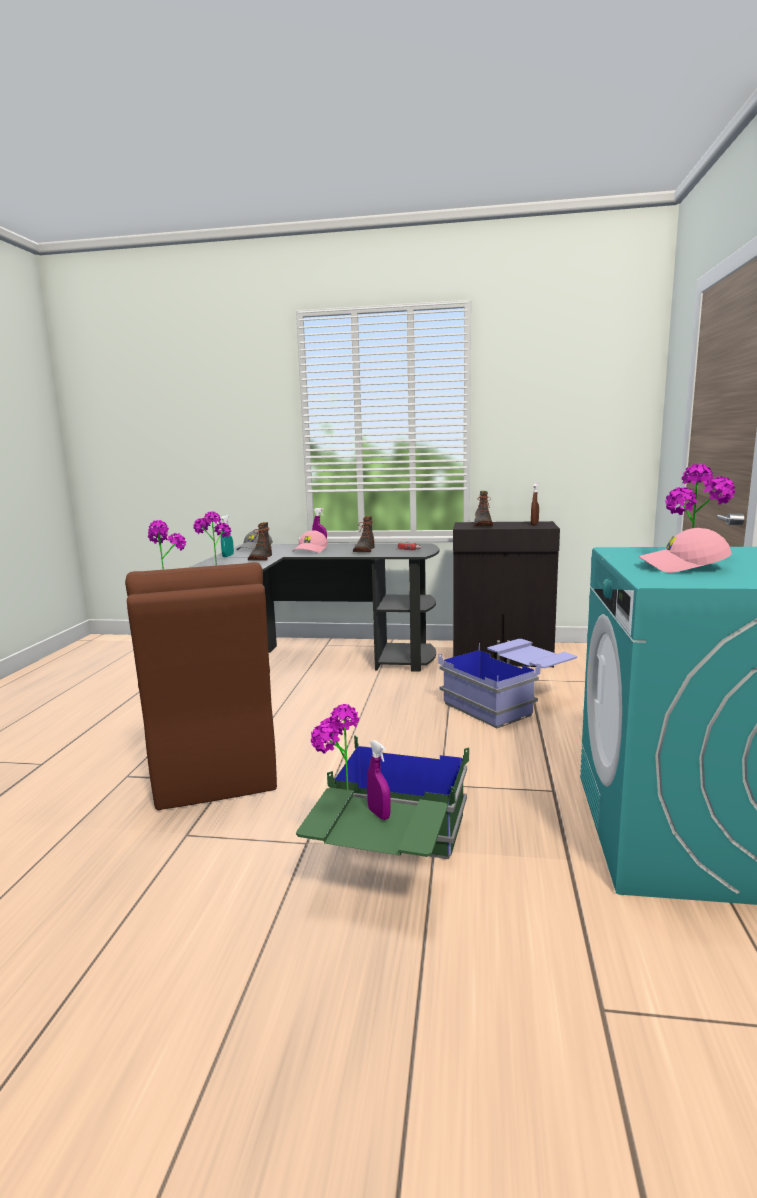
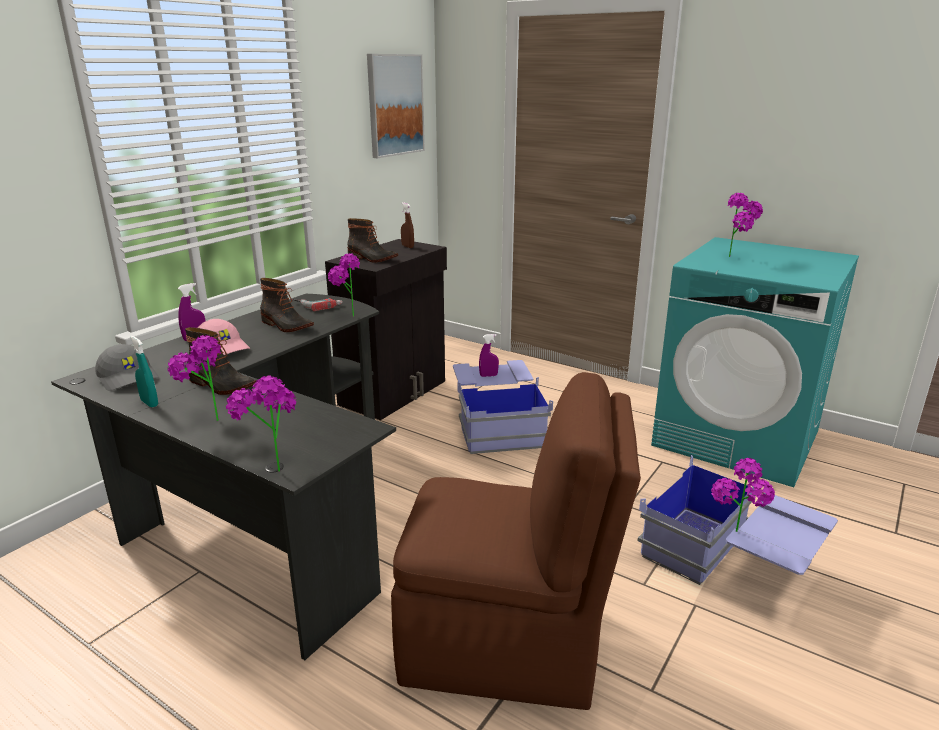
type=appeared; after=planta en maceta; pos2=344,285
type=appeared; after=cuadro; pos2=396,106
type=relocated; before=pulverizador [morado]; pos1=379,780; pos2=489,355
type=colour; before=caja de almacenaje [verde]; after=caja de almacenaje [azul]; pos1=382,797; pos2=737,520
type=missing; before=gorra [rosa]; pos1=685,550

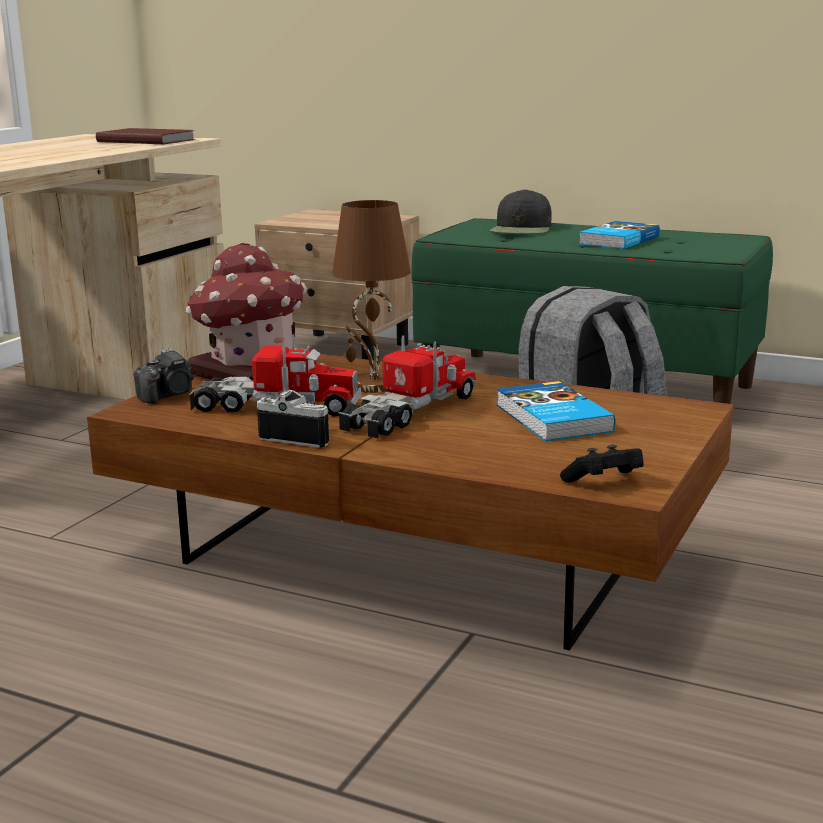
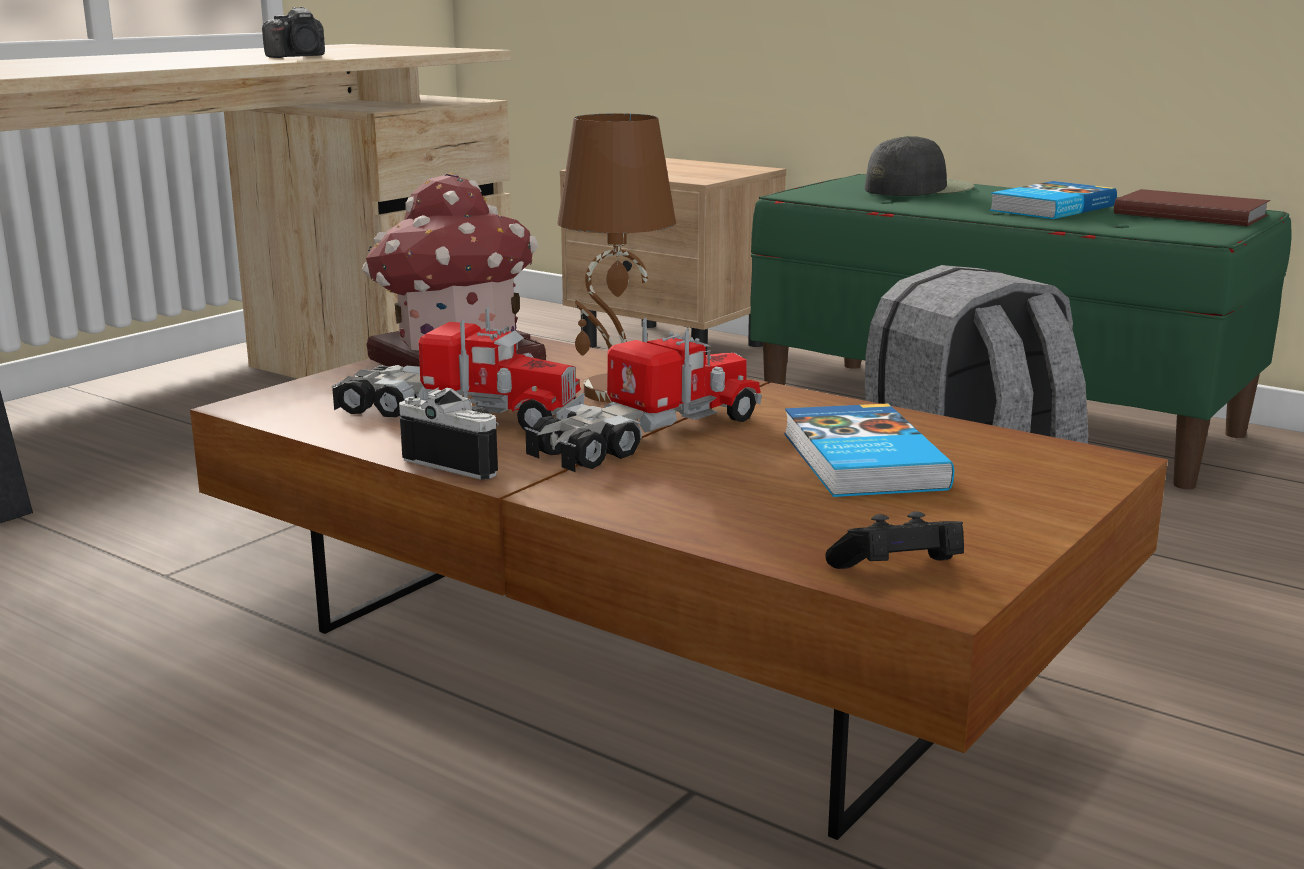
type=relocated; before=cámara; pos1=164,376; pos2=293,32
type=spun; before=gorra [negro]; pos1=521,211; pos2=919,166; turn=-150
type=relocated; before=libro [marrón]; pos1=145,136; pos2=1192,207

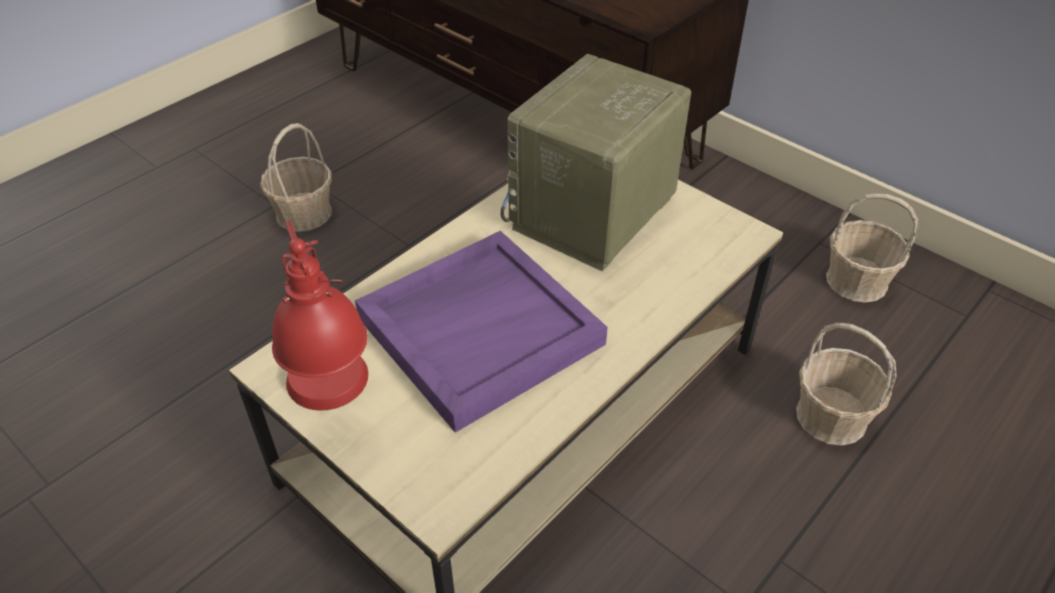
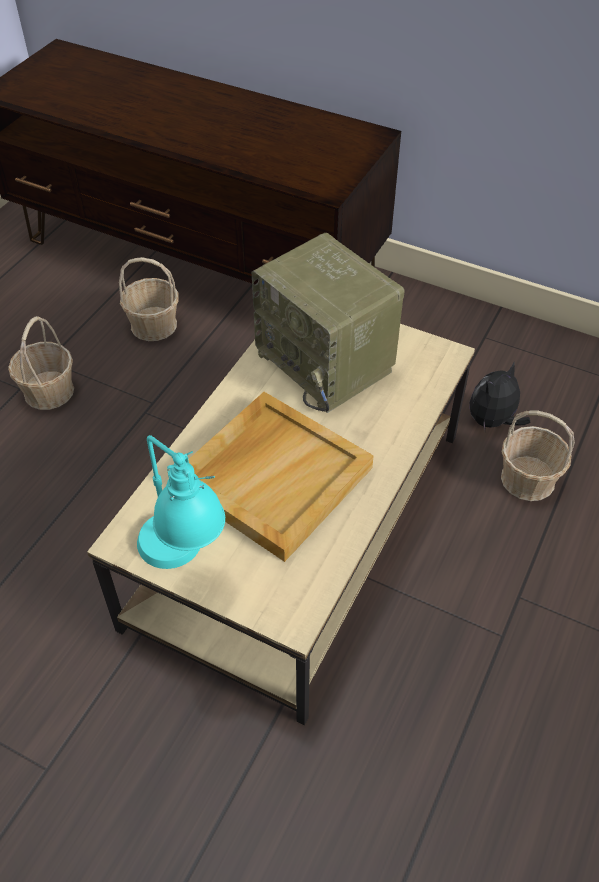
type=relocated; before=cesta; pos1=872,248; pos2=149,299
type=colour; before=lámpara de mesa [rojo]; after=lámpara de mesa [turquesa]; pos1=320,316; pos2=181,502
type=colour; before=bandeja [morado]; after=bandeja [beis]; pos1=481,332; pos2=281,477
type=spun; before=radio; pos1=596,163; pos2=328,323; turn=-60
type=appeared; after=peluche; pos2=500,396

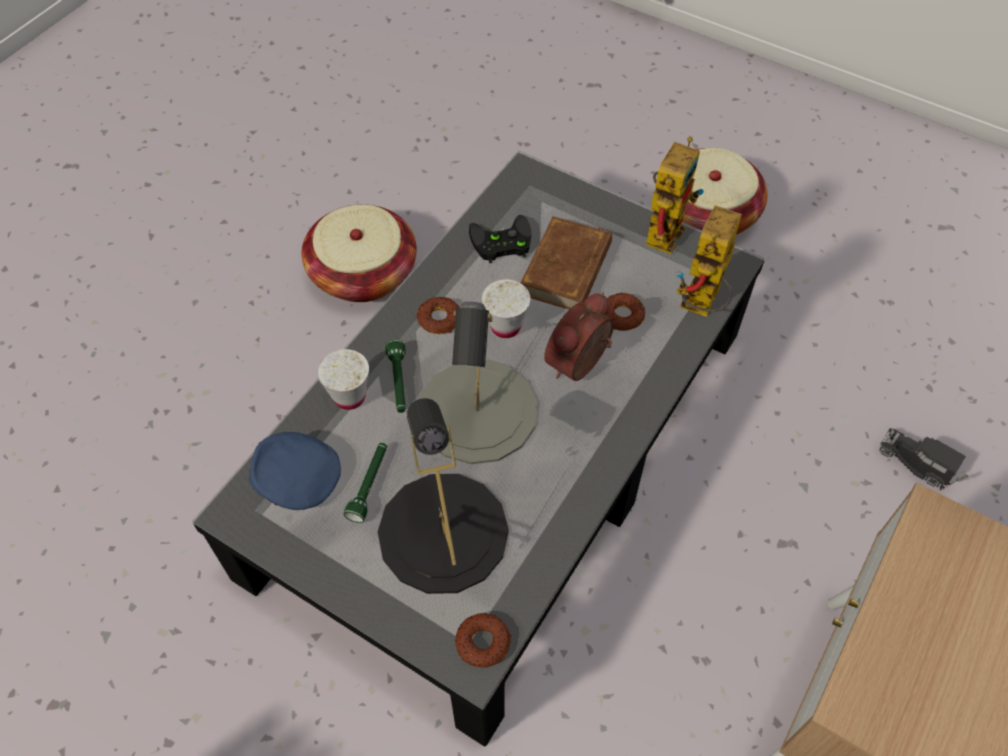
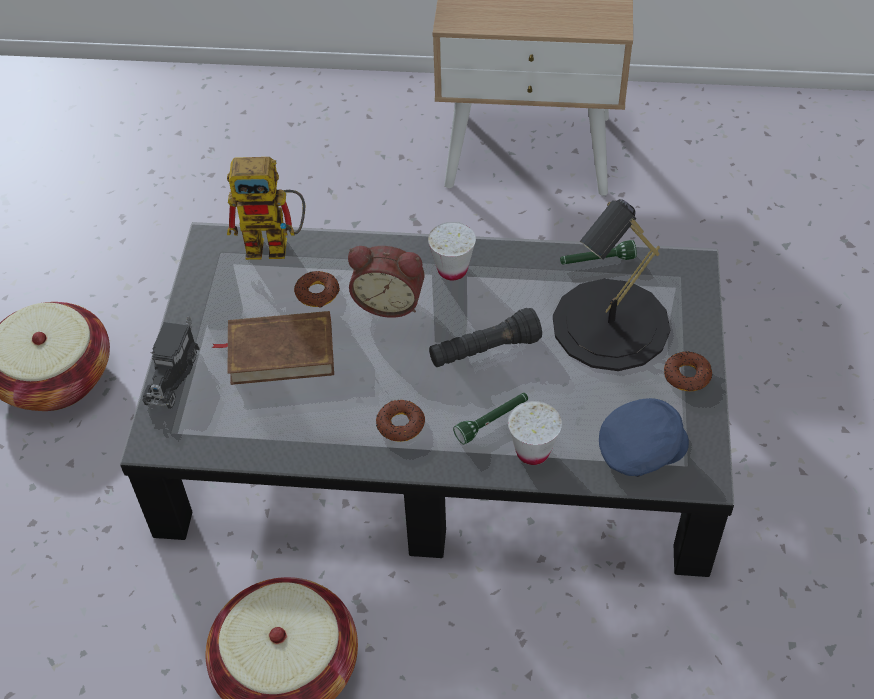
type=relocated; before=camión de juguete; pos1=923,459; pos2=171,362
type=relocated; before=taza [blanco]; pos1=505,309; pos2=452,251
type=exchanged; before=lámpara de mesa [gris]; after=linterna [negro]; pos1=478,383; pos2=485,337
type=relocated; before=linterna [verde]; pos1=365,483; pos2=598,252
type=spun; before=gorra [azul]; pos1=295,471; pos2=644,437; turn=-105
type=relocated; before=rosquilla; pos1=483,640; pos2=688,371
type=missing; before=mando de consola [negro]; pos1=500,239
type=missing; before=robot de juguete; pos1=674,195

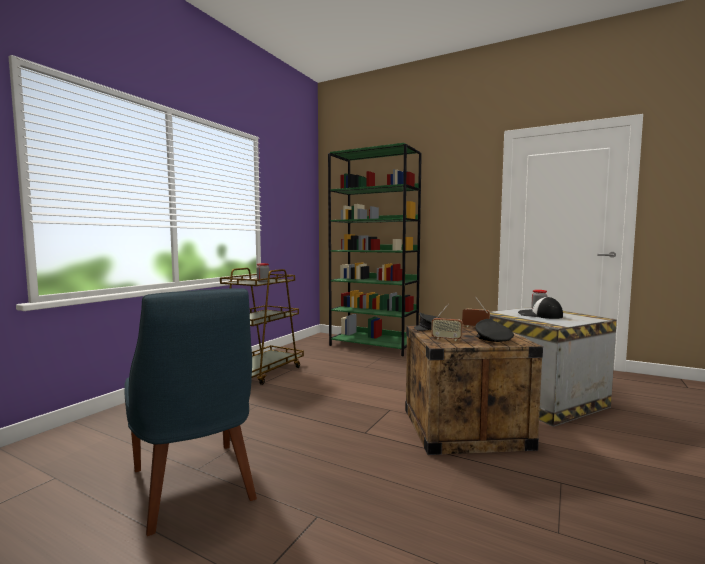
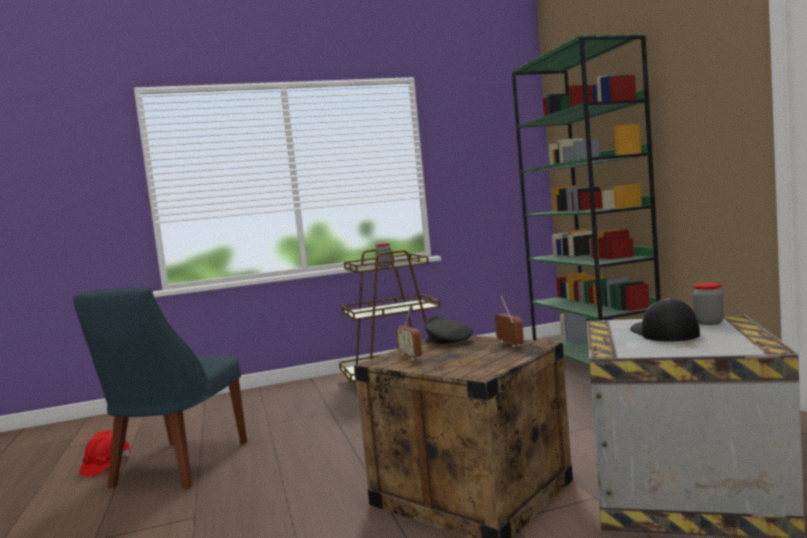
type=appeared; after=casco [rojo]; pos2=104,453
type=missing; before=gorra [negro]; pos1=495,330

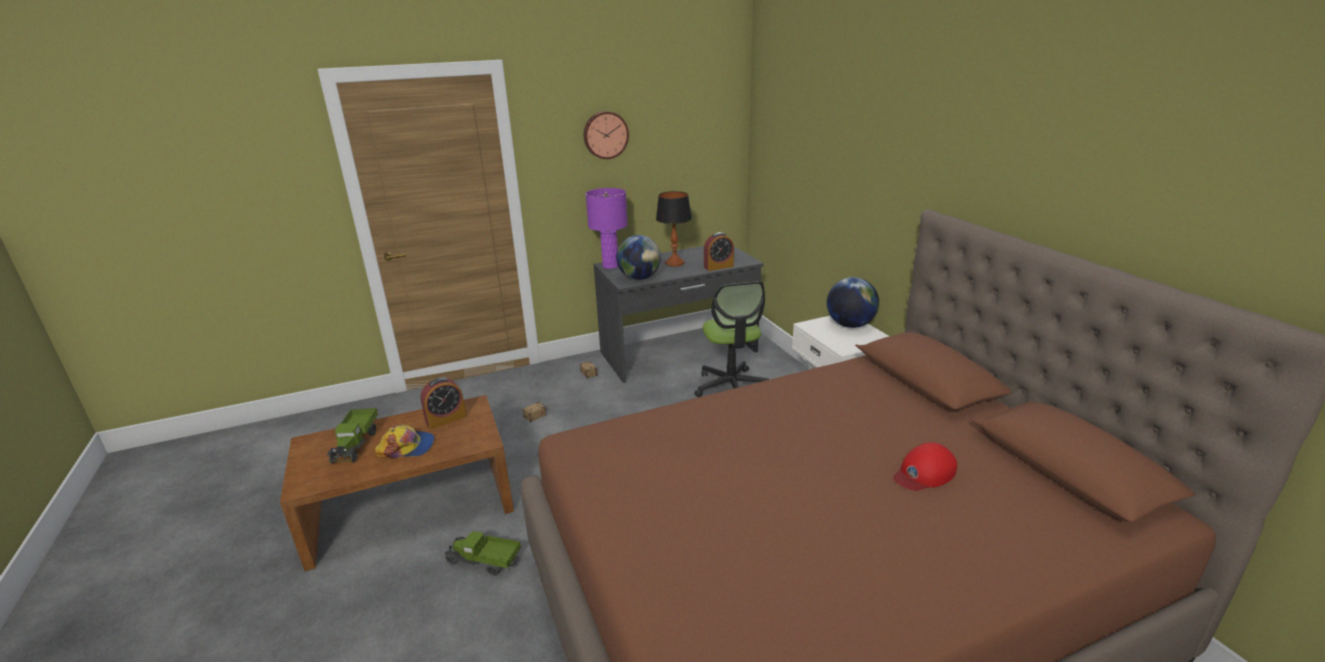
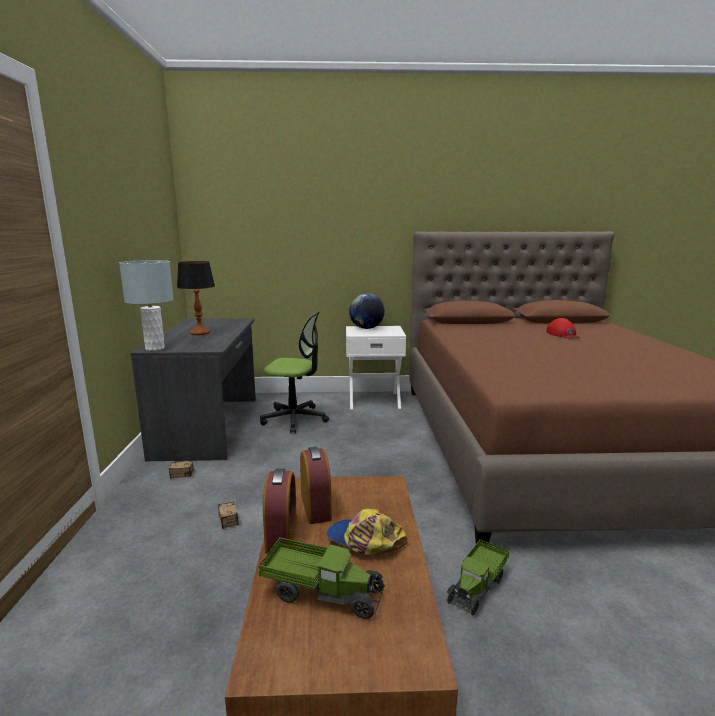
type=colour; before=lámpara de mesa [morado]; after=lámpara de mesa [gris]; pos1=607,228; pos2=146,305
type=relocated; before=despertador; pos1=719,251; pos2=280,511
type=spun; before=gorra; pos1=404,442; pos2=366,532; turn=-75
type=missing; before=reloj de pared; pos1=606,135
type=missing; before=globo terráqueo; pos1=638,257

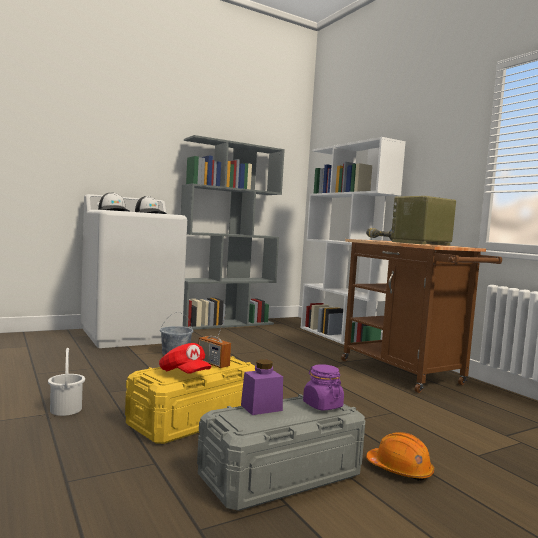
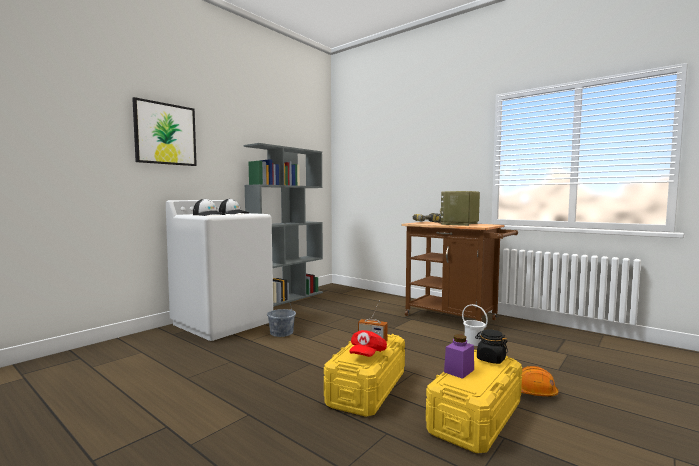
type=appeared; after=cuadro; pos2=164,131
type=spun; before=gorra [rojo]; pos1=185,358; pos2=368,343; turn=90
type=colour; before=caja de almacenaje [gris]; after=caja de almacenaje [amarillo]; pos1=281,452; pos2=474,401
type=relocated; before=cubo [blanco]; pos1=66,382; pos2=475,325
type=colour; before=tarro [morado]; after=tarro [negro]; pos1=323,387; pos2=491,346
type=missing; before=estantería [blanco]; pos1=353,241

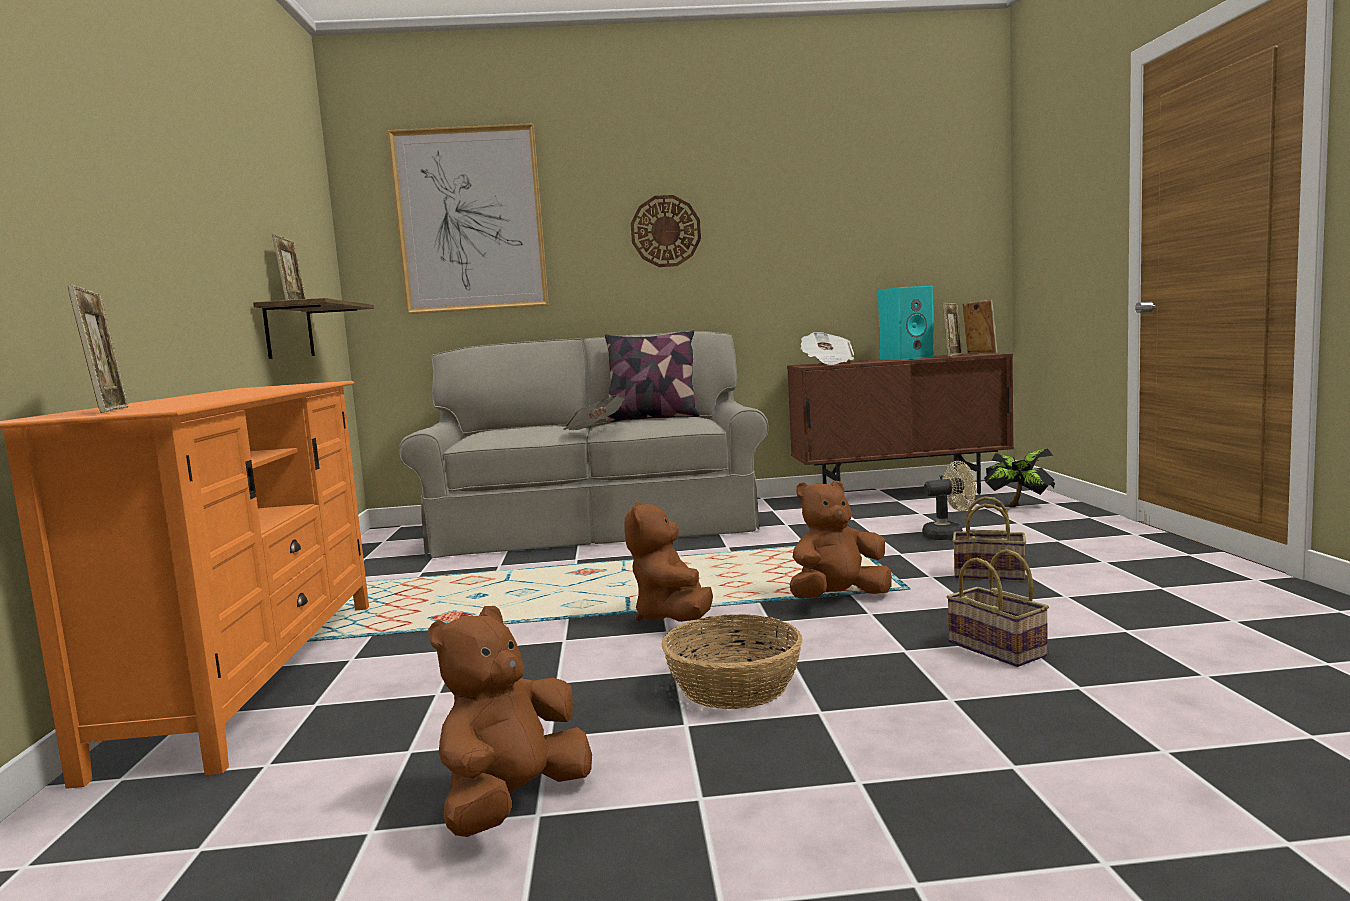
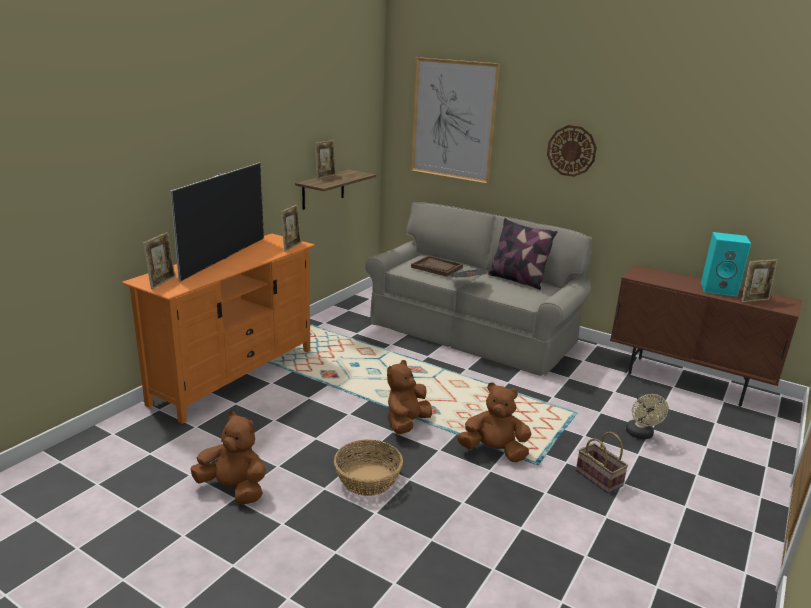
type=appeared; after=televisor; pos2=217,222
type=spun; before=peluche [marrón]; pos1=510,721; pos2=228,458; turn=45
type=relocated; before=portarretratos; pos1=979,327; pos2=290,228
type=appeared; after=bandeja [marrón]; pos2=437,266
type=spun; before=ventilador [beis]; pos1=949,500; pos2=647,416; turn=60
type=missing; before=periódico; pos1=827,348
type=missing; before=cesta; pos1=997,608
type=missing; before=planta en maceta; pos1=1019,477

